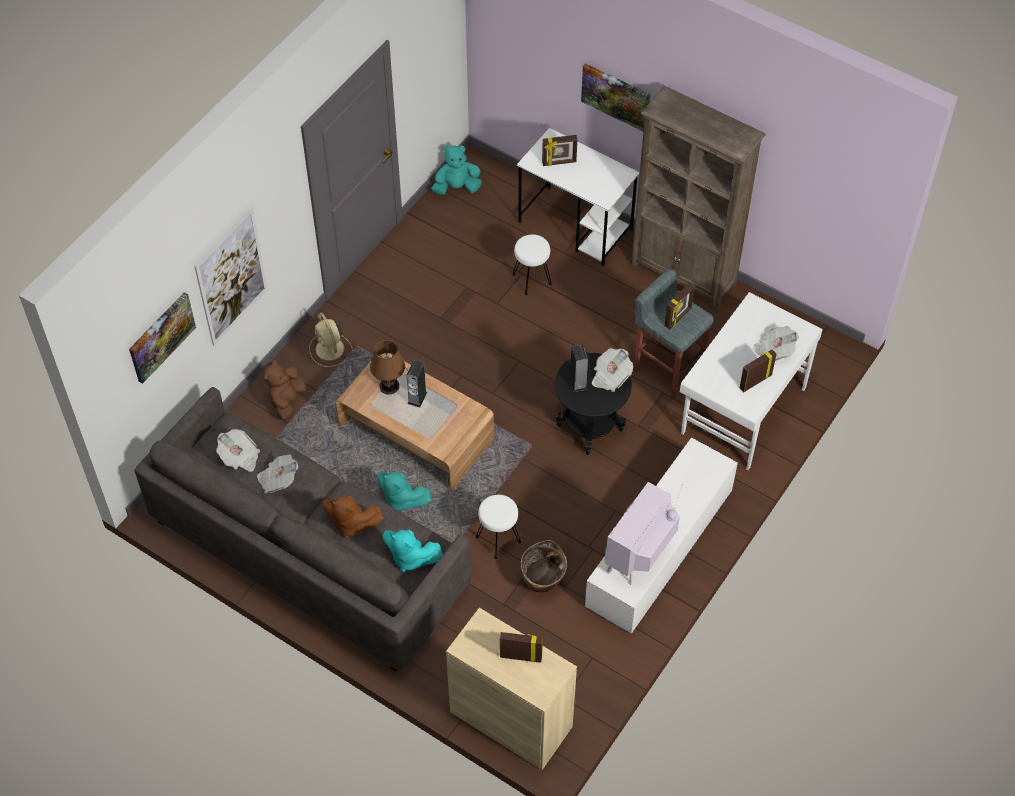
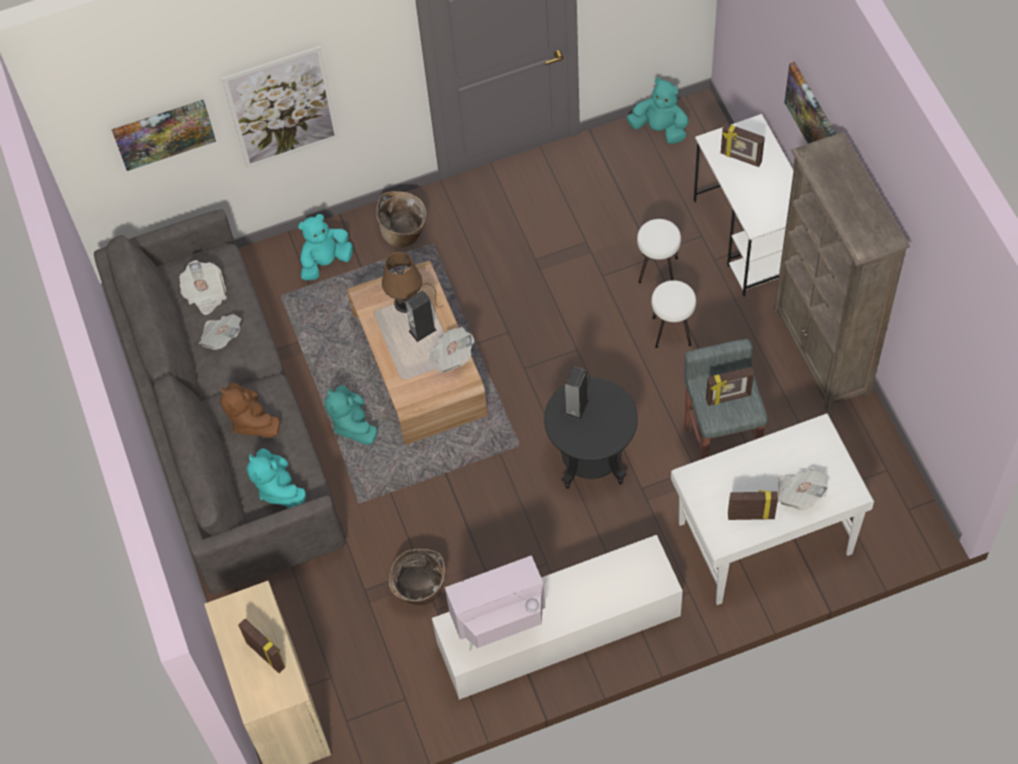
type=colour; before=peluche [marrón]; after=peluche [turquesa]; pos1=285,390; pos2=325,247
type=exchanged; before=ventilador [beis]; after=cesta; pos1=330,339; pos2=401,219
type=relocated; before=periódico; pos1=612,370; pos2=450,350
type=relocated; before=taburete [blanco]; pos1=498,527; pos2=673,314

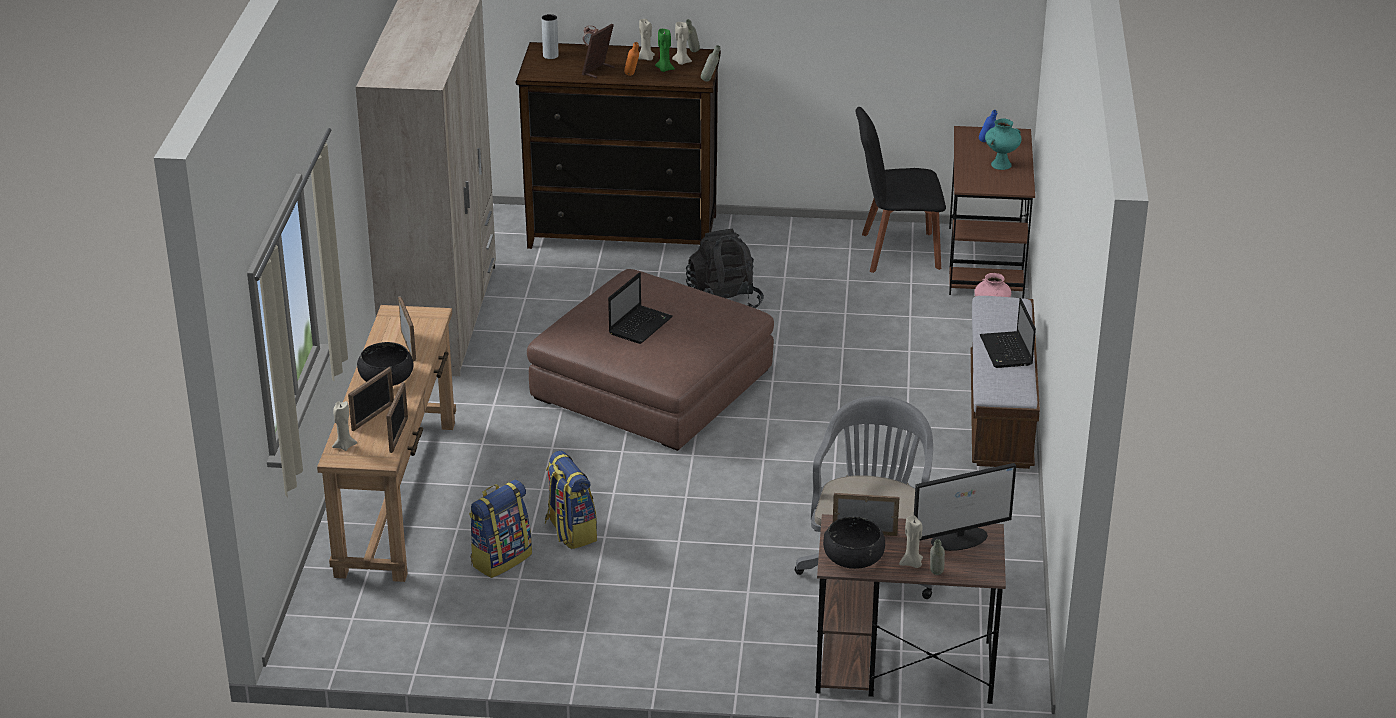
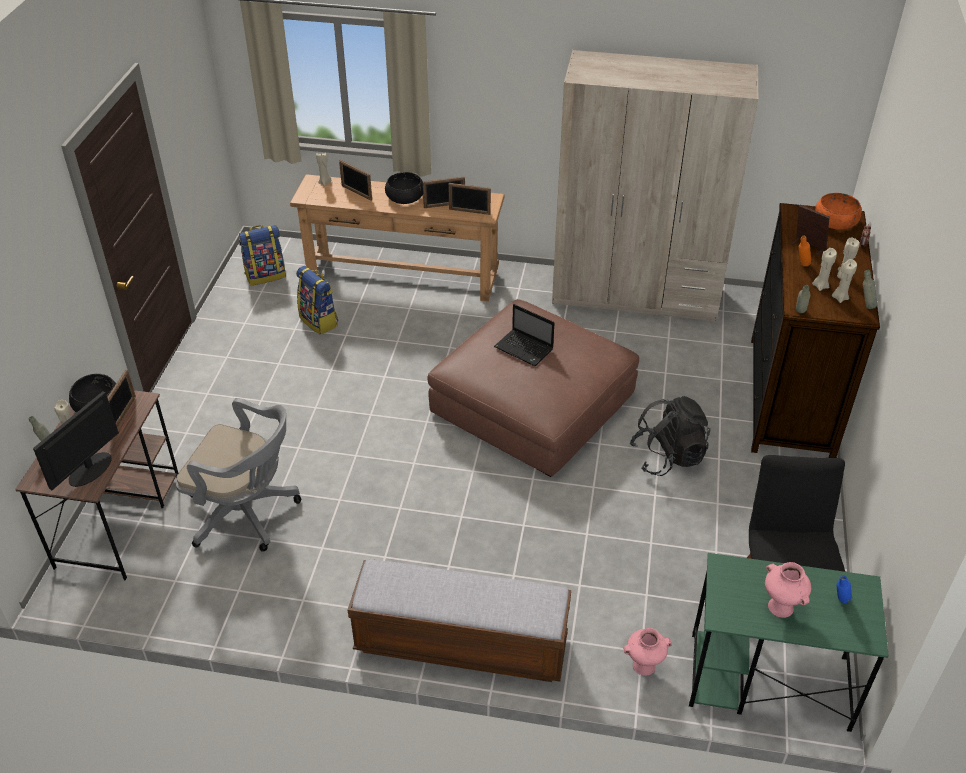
type=spun; before=monitor; pos1=965,507; pos2=76,440; turn=45
type=relocated; before=mochila; pos1=571,499; pos2=262,255
type=relocated; before=portarretratos; pos1=397,417; pos2=469,199
type=colour; before=escritorio [marrón]; after=escritorio [verde]; pos1=992,212; pos2=789,642
type=colour; before=florero [turquesa]; after=florero [rosa]; pos1=1003,144; pos2=788,590
type=colour; before=vela [verde]; after=vela [beis]; pos1=665,50; pos2=824,269
type=exchanged; before=florero [gris]; after=cuenco [naranja]; pos1=550,36; pos2=838,211
type=missing; before=portátil; pos1=1008,333

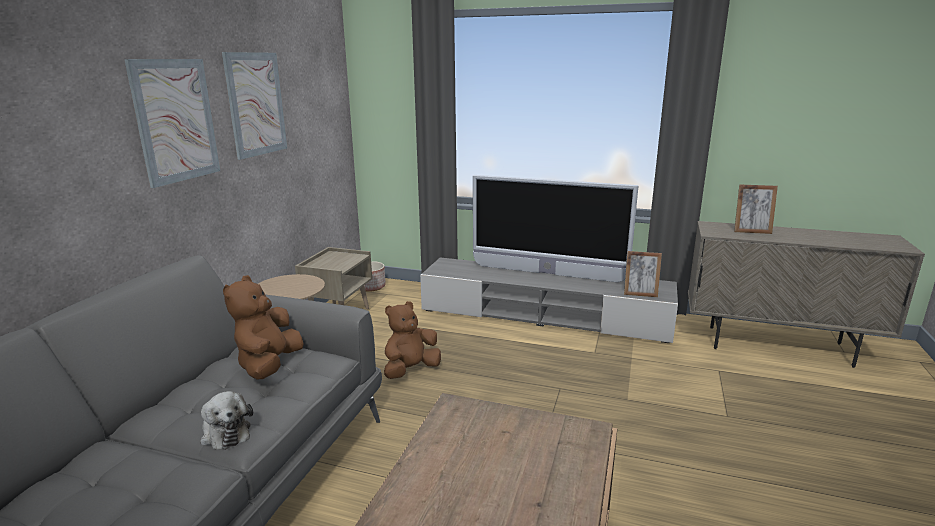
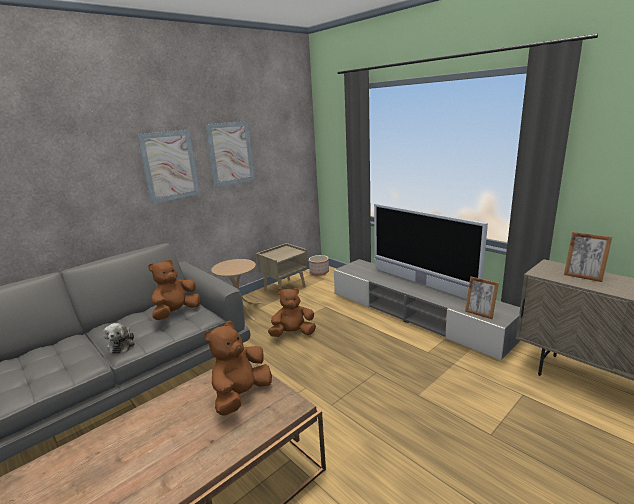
type=appeared; after=peluche [marrón]; pos2=238,368

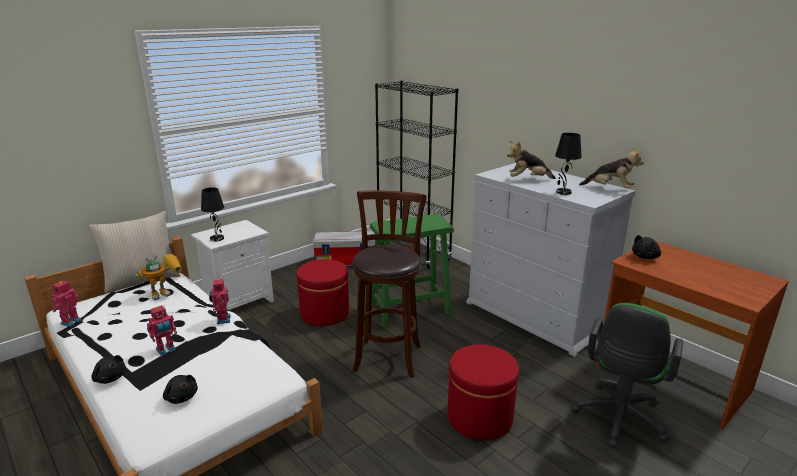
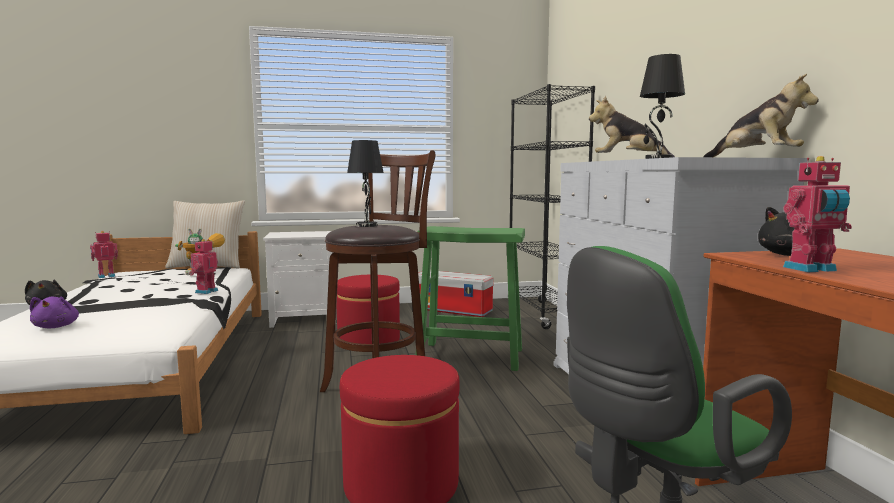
type=colour; before=peluche [negro]; after=peluche [morado]; pos1=180,389; pos2=54,312
type=relocated; before=lámpara de mesa [negro]; pos1=212,214; pos2=365,183
type=relocated; before=robot de juguete; pos1=162,330; pos2=817,214

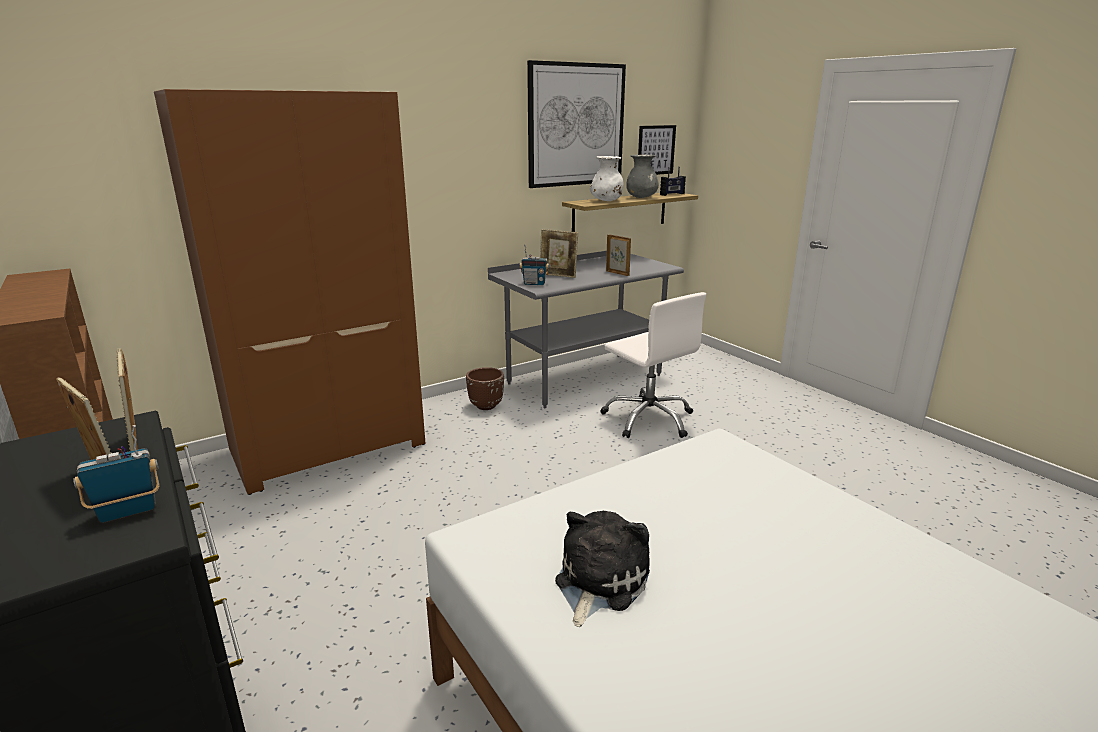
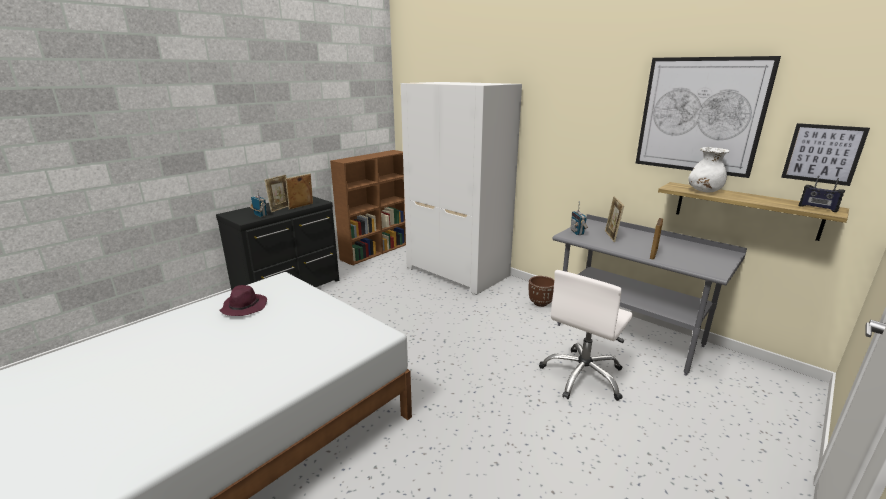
type=exchanged; before=peluche; after=sombrero [morado]; pos1=602,569; pos2=243,300
type=colour; before=armario ropero [marrón]; after=armario ropero [blanco]; pos1=290,292; pos2=461,188
type=missing; before=florero [gris]; pos1=642,176

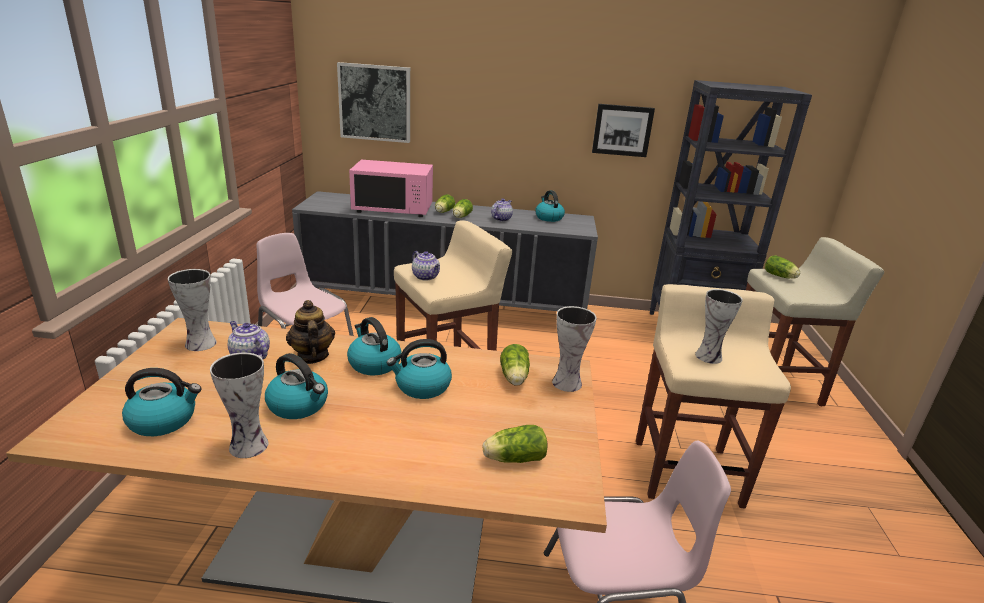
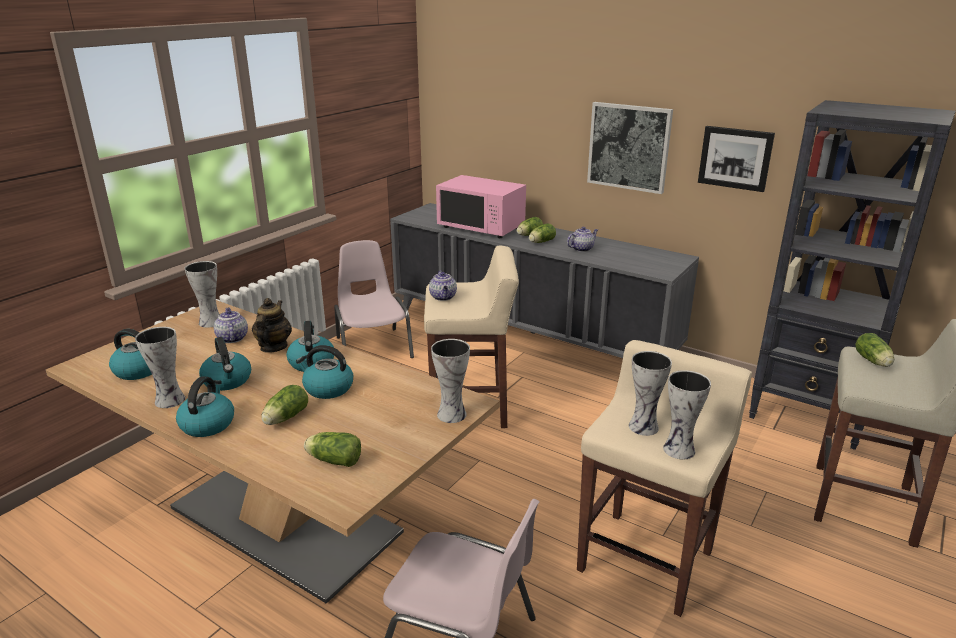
type=relocated; before=hervidor; pos1=550,206; pos2=205,406
type=relocated; before=lechuga; pos1=515,365; pos2=284,405
type=relocated; before=cuadro; pos1=373,102; pos2=630,148
type=appeared; after=florero; pos2=687,415

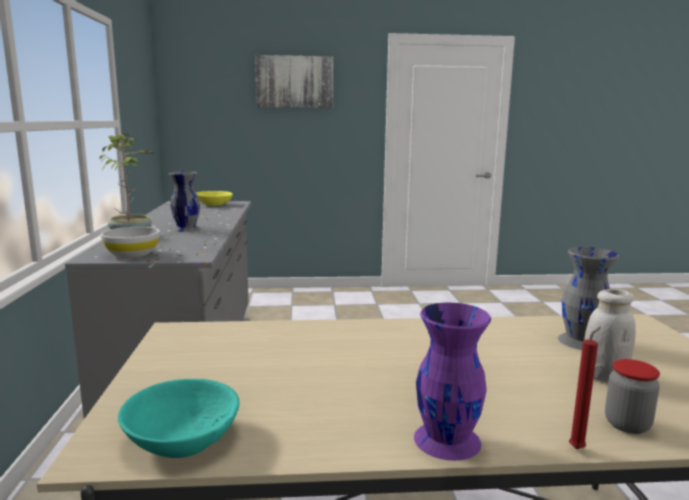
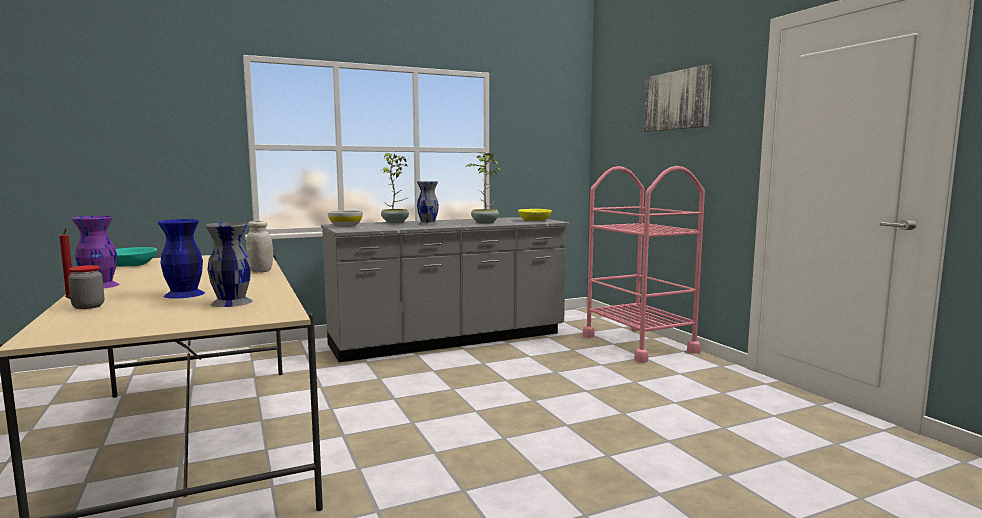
type=appeared; after=florero [azul]; pos2=181,259
type=relocated; before=tarro [blanco]; pos1=610,335; pos2=259,246
type=appeared; after=planta en maceta; pos2=483,188
type=appeared; after=carrito [rosa]; pos2=644,264

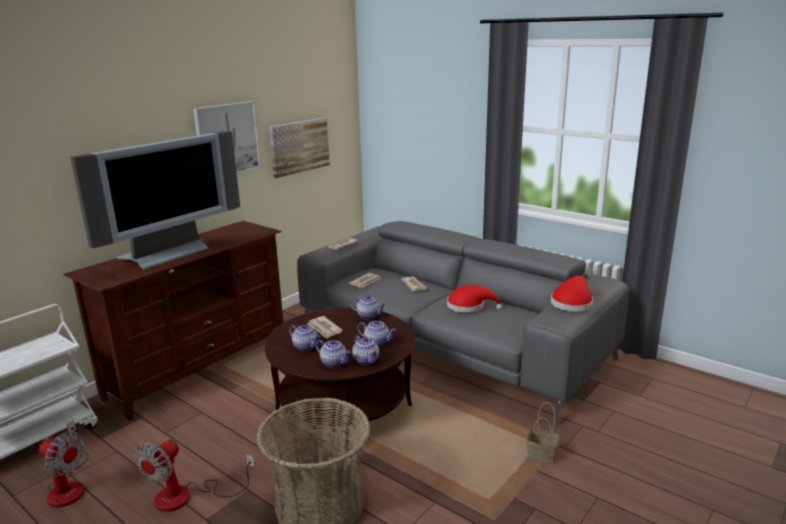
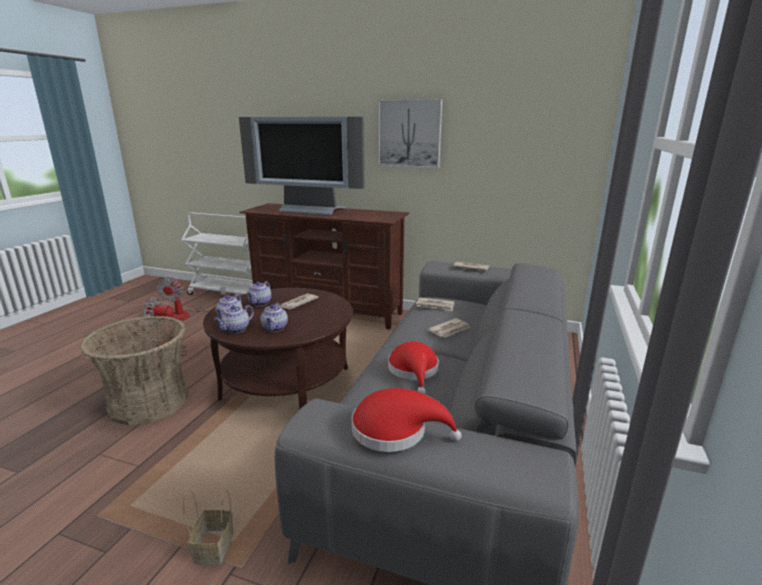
type=missing; before=cuadro; pos1=299,148
type=missing; before=tetera; pos1=368,307

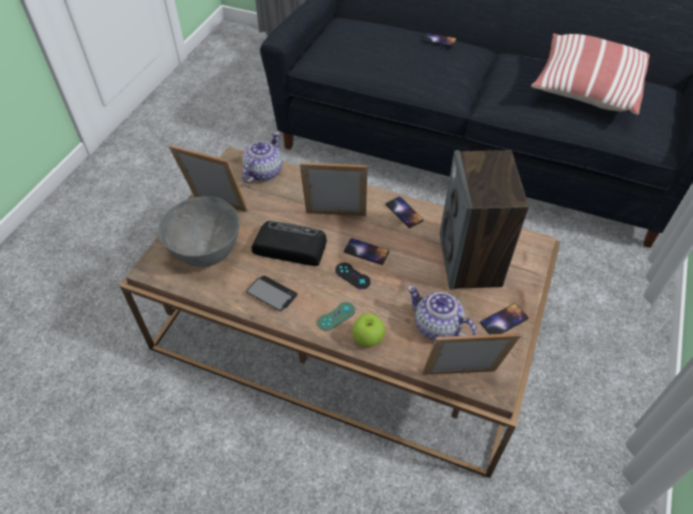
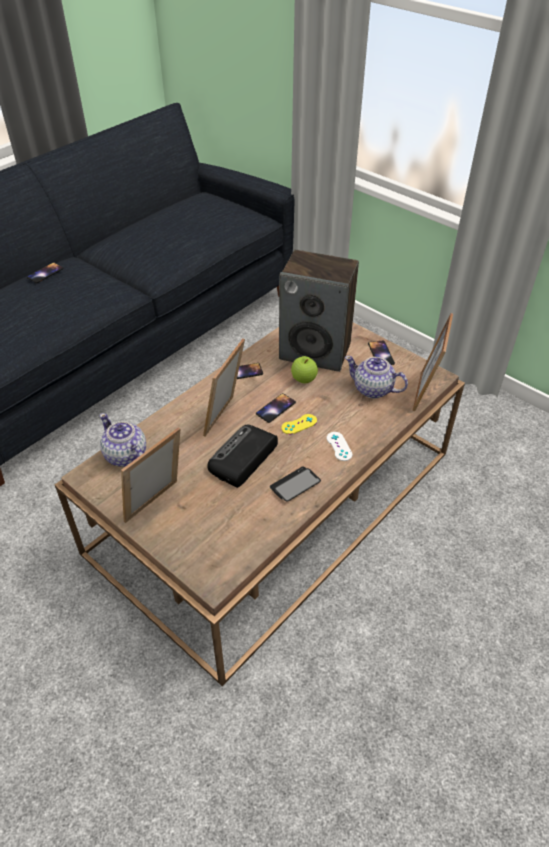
type=colour; before=mando de consola [negro]; after=mando de consola [amarillo]; pos1=353,275; pos2=299,424
type=relocated; before=manzana; pos1=368,330; pos2=304,370
type=colour; before=mando de consola [verde]; after=mando de consola [blanco]; pos1=336,316; pos2=339,446
type=spun; before=tetera; pos1=442,312; pos2=376,377; turn=60
type=missing; before=cuenco [gris]; pos1=199,231
type=missing; before=cojín; pos1=590,74

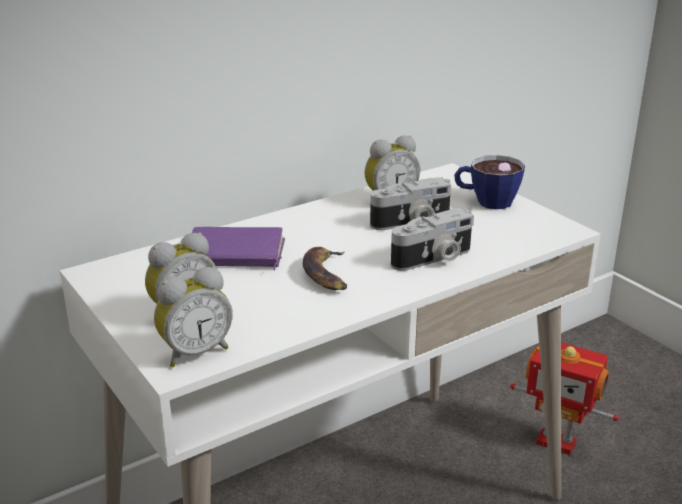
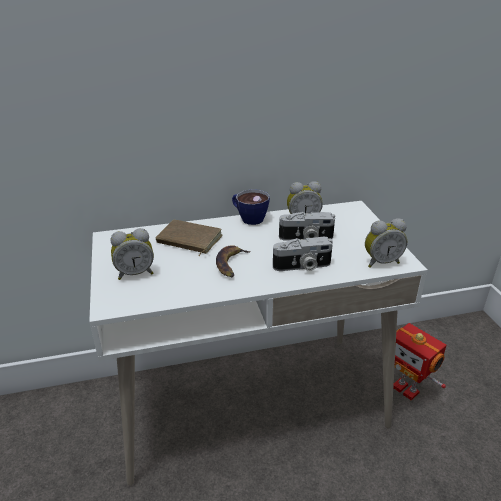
type=colour; before=libro [morado]; after=libro [marrón]; pos1=238,248; pos2=189,238
type=relocated; before=taza; pos1=489,182; pos2=251,207
type=relocated; before=despertador; pos1=193,317; pos2=386,242

